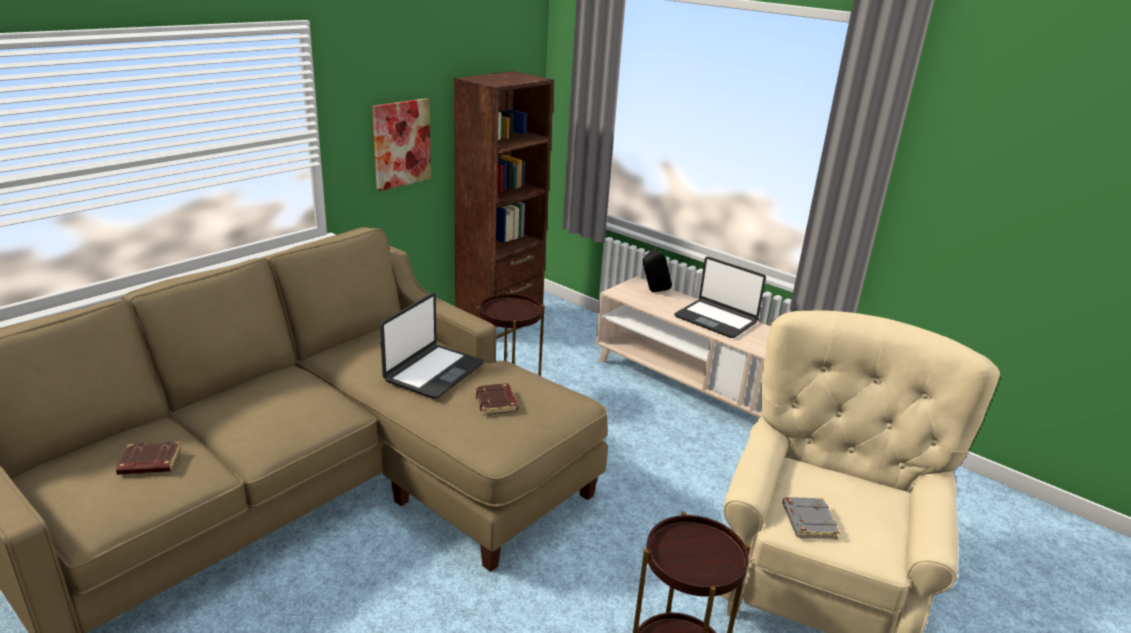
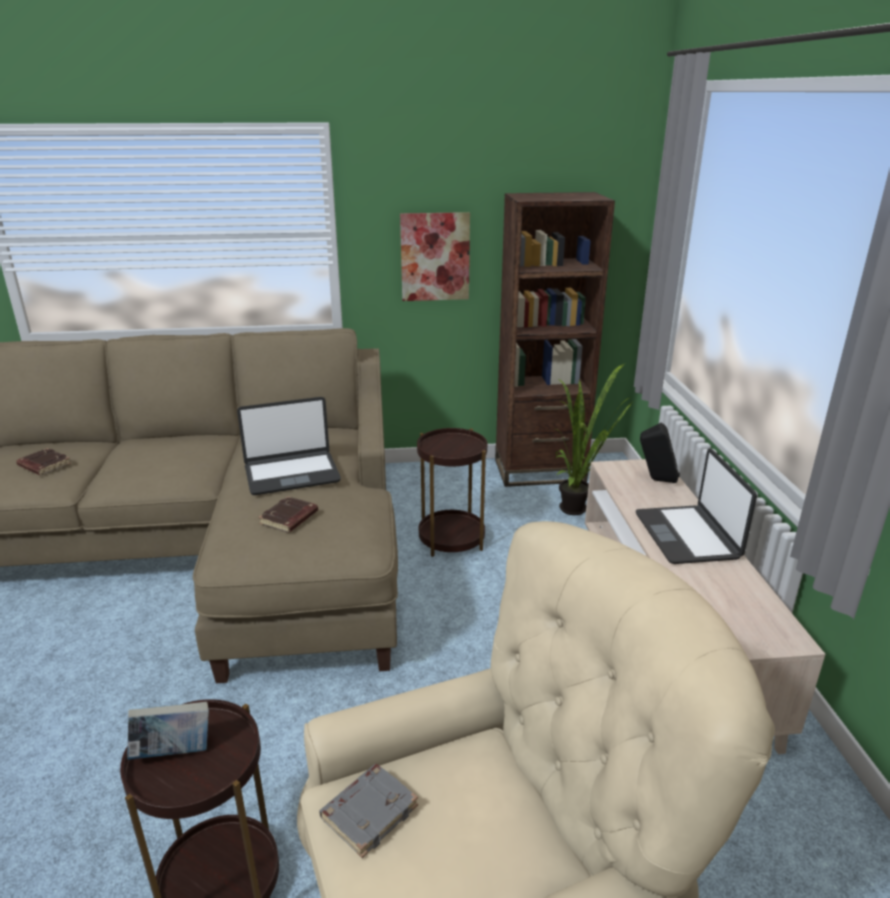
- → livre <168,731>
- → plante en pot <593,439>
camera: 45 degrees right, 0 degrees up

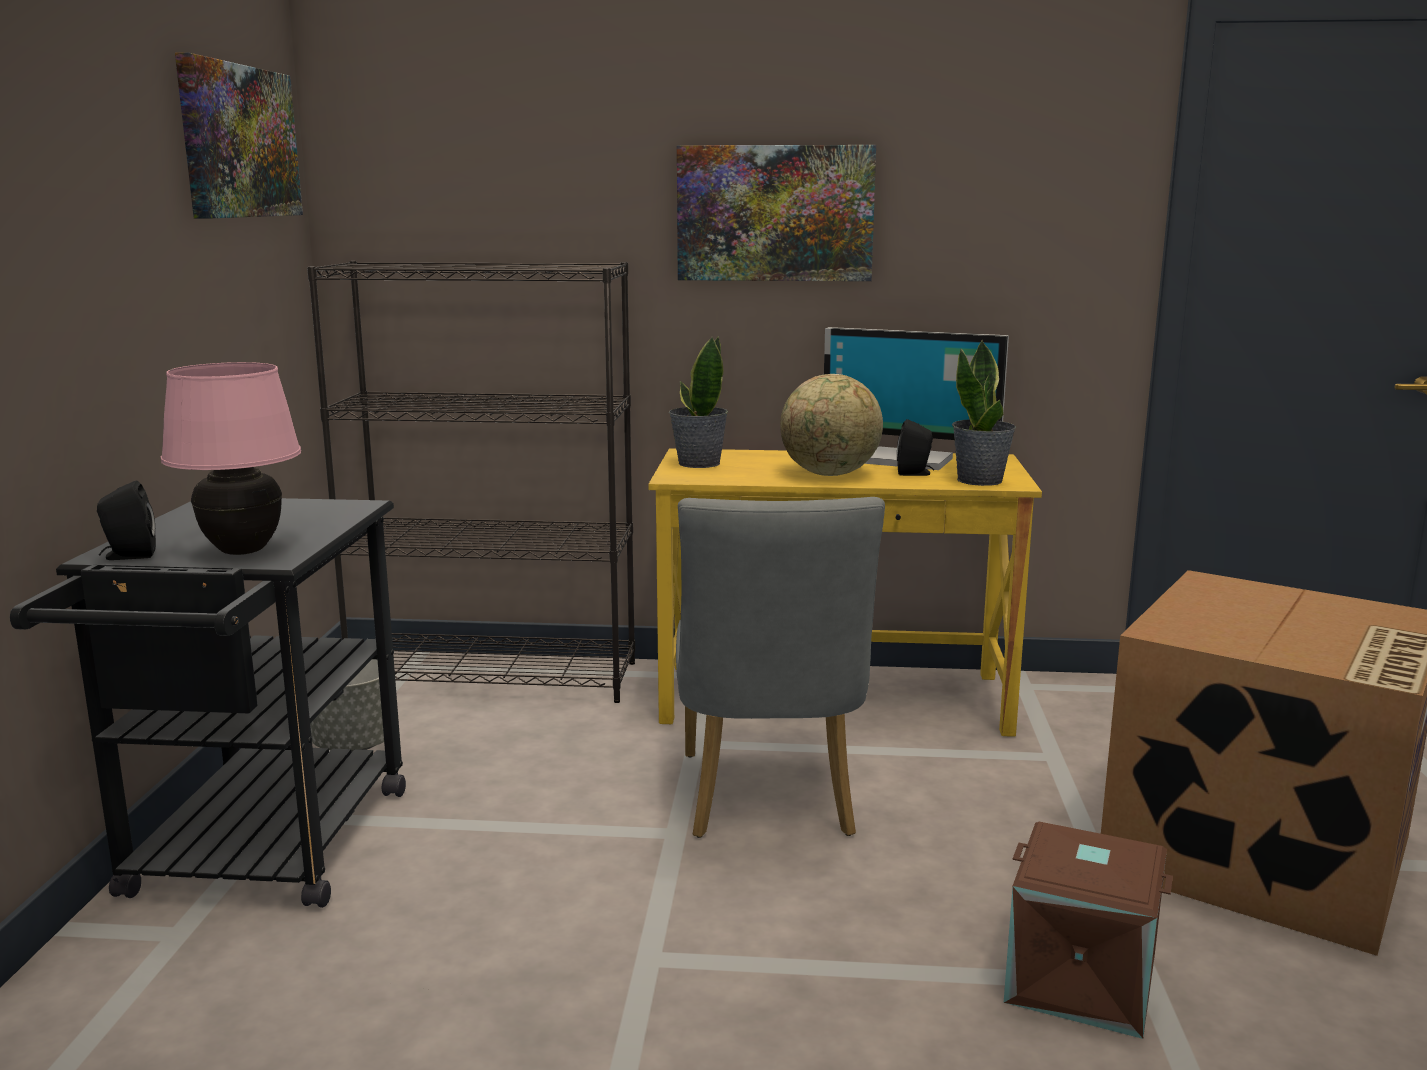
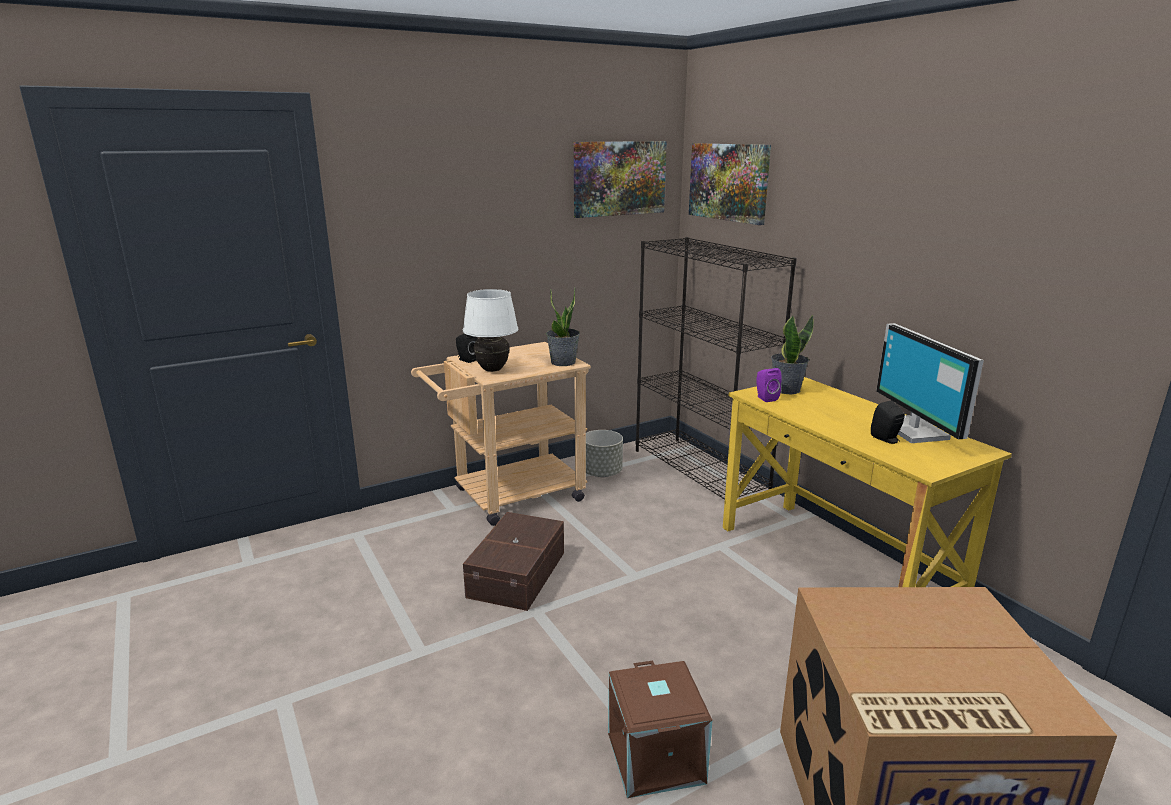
chariot [noir] <208,703> → chariot [beige] <501,434>
lampe de table [rose] <231,458> → lampe de table [blanc] <490,330>
chaise [gris] <780,667> → -
tableau <776,213> → tableau <730,184>, shifted
globe <831,425> → -
plante en pot <984,412> → plante en pot <563,326>, shifted
- → boîte de rangement [marron] <513,561>
- → enceinte [violet] <769,385>
camera: 55 degrees right, 5 degrees up

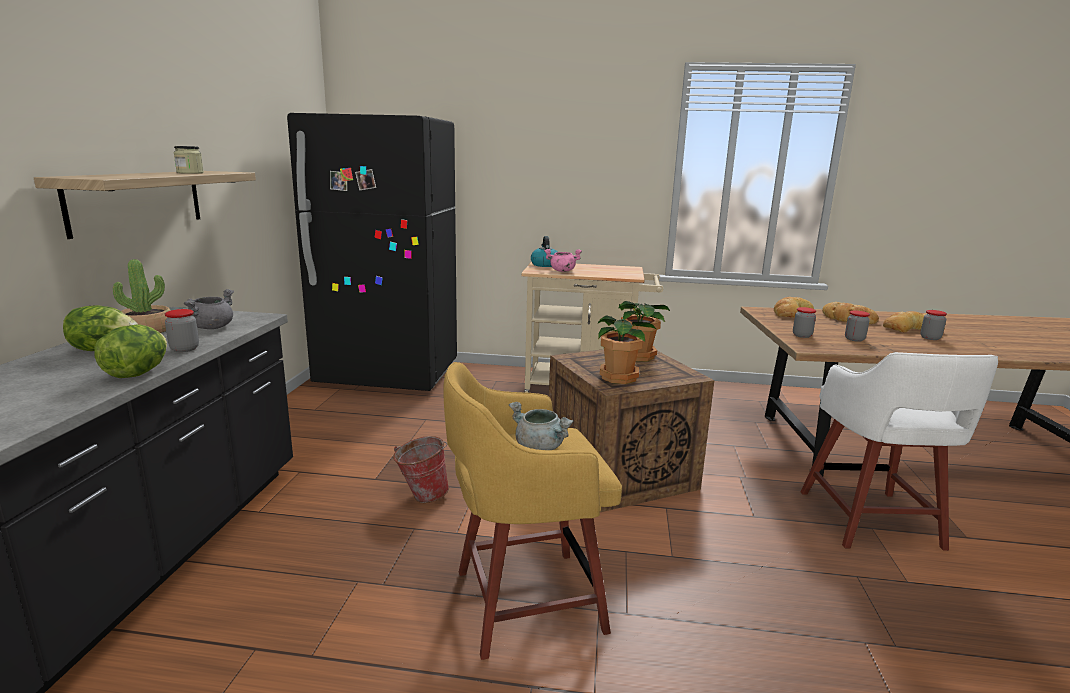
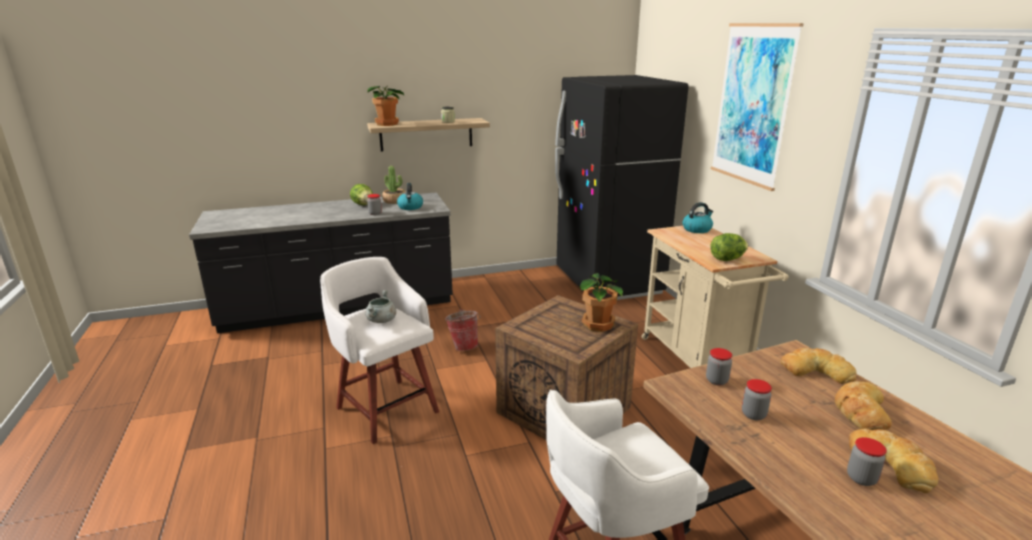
laitue <130,351> → laitue <729,247>, shifted
marmite [gris] <208,309> → bouilloire <410,196>
tabouret [jaune] <532,511> → tabouret [blanc] <379,350>
marmite [rose] <563,260> → -
plante en pot <627,349> → plante en pot <385,106>, shifted
- → tableau <757,107>
camera: 65 degrees right, 5 degrees up

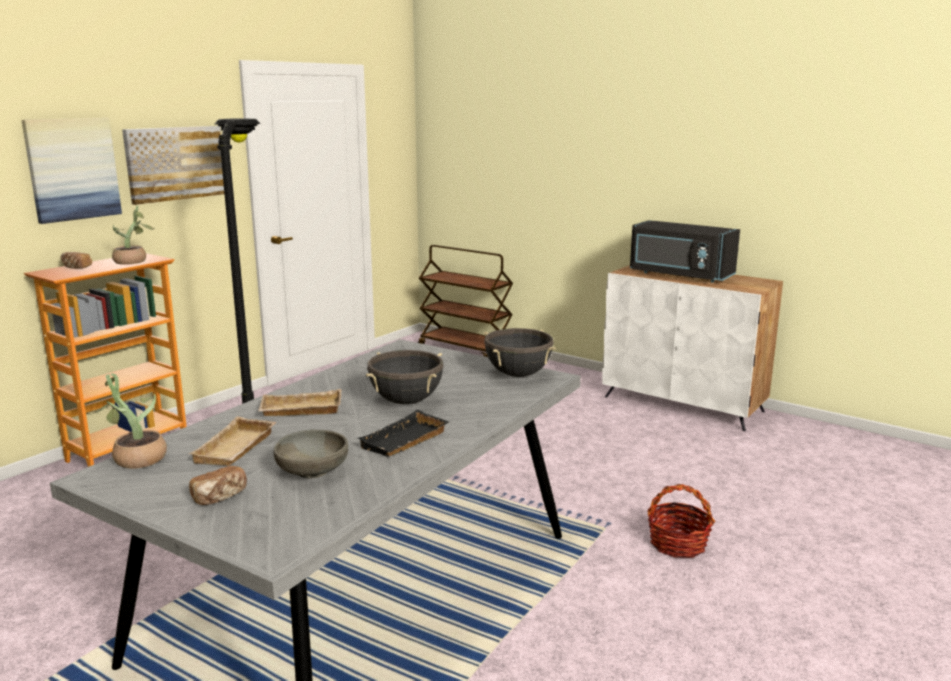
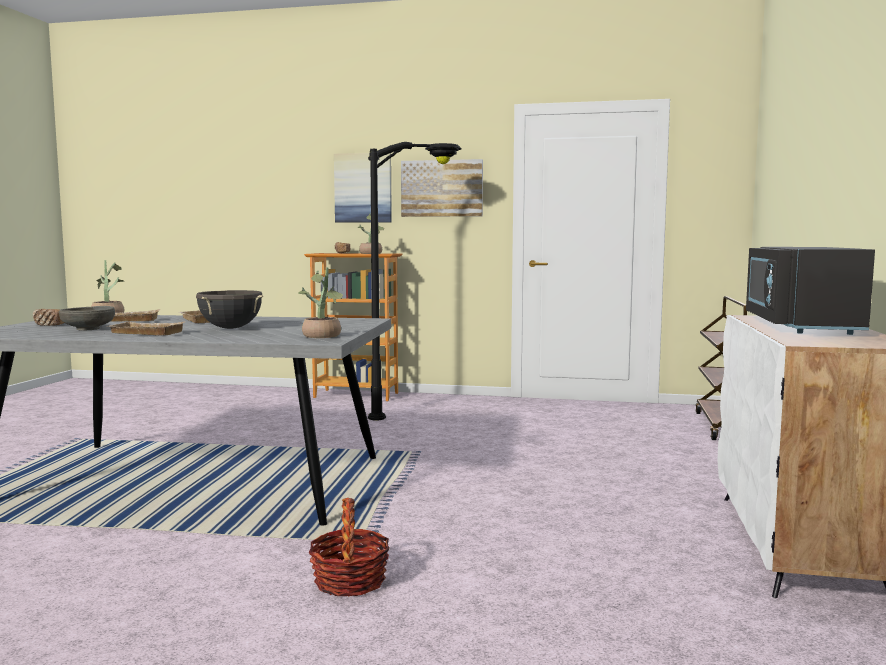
plateau [noir] <403,433> → plateau [beige] <146,328>
marmite [noir] <520,352> → plante en pot <320,302>
camera: 65 degrees right, 10 degrees down

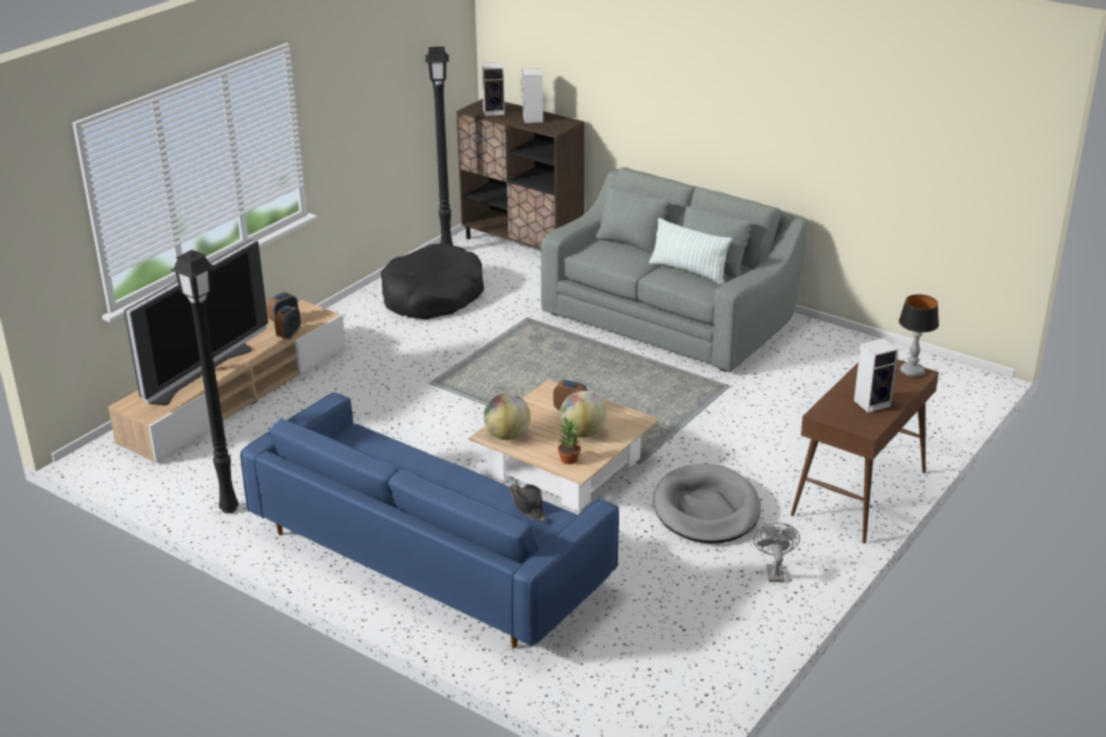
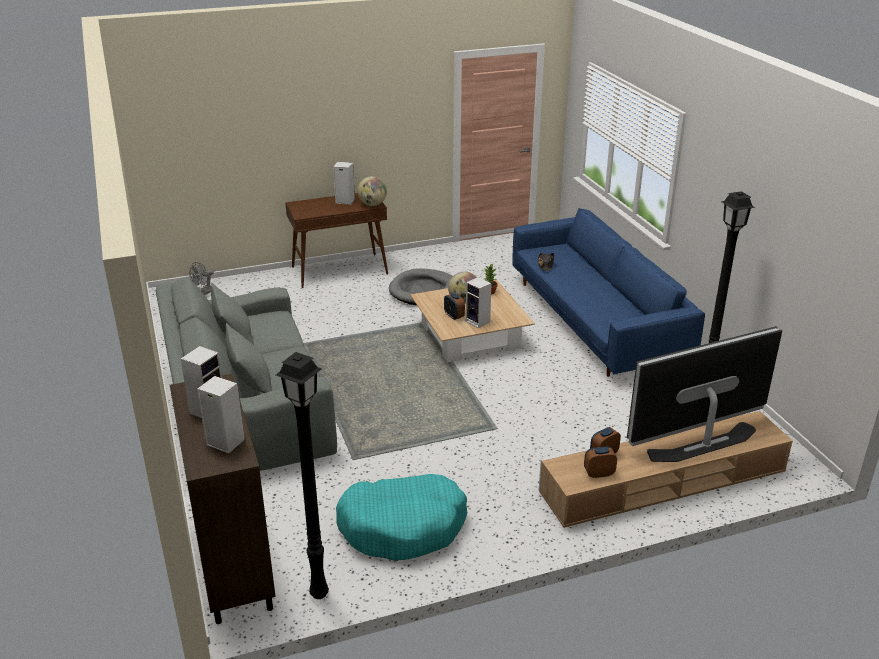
panier pour chien [noir] <432,281> → panier pour chien [turquoise] <402,517>
globe <507,416> → globe <372,191>, shifted
coussin <690,251> → -
ventilateur [gris] <776,552> → ventilateur [gris] <201,278>, shifted
lampe de table <919,335> → -
- → enceinte <478,302>
camera: 145 degrees left, 0 degrees up

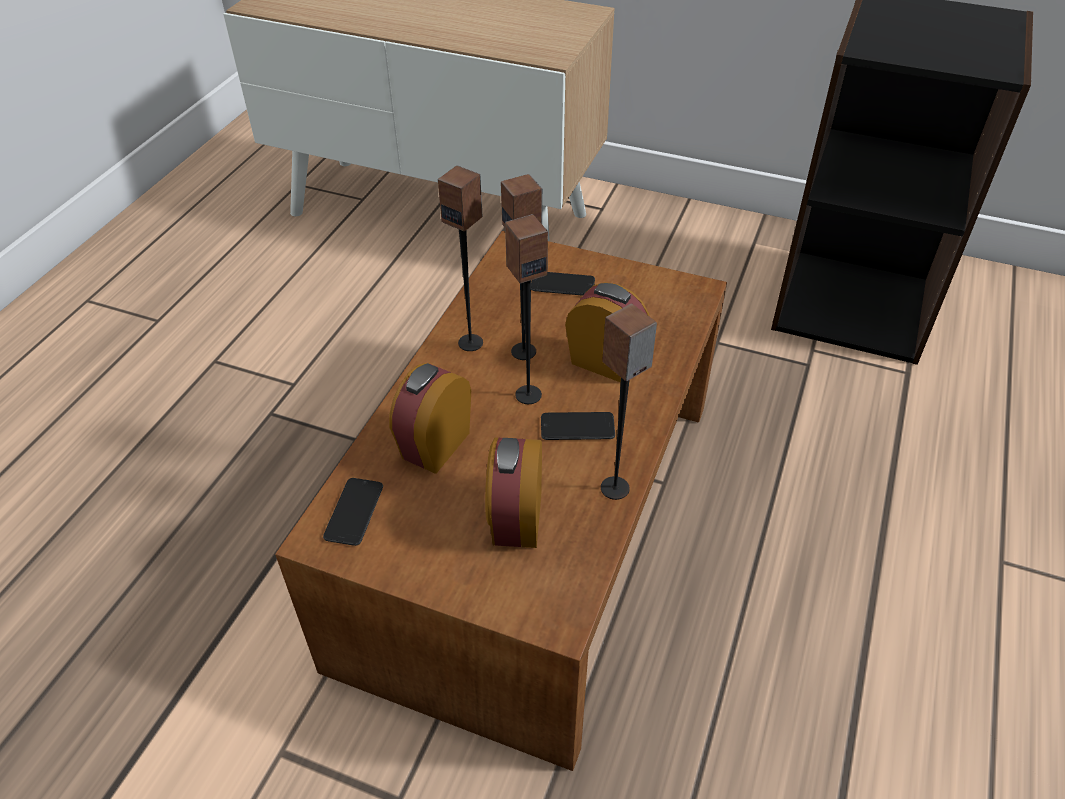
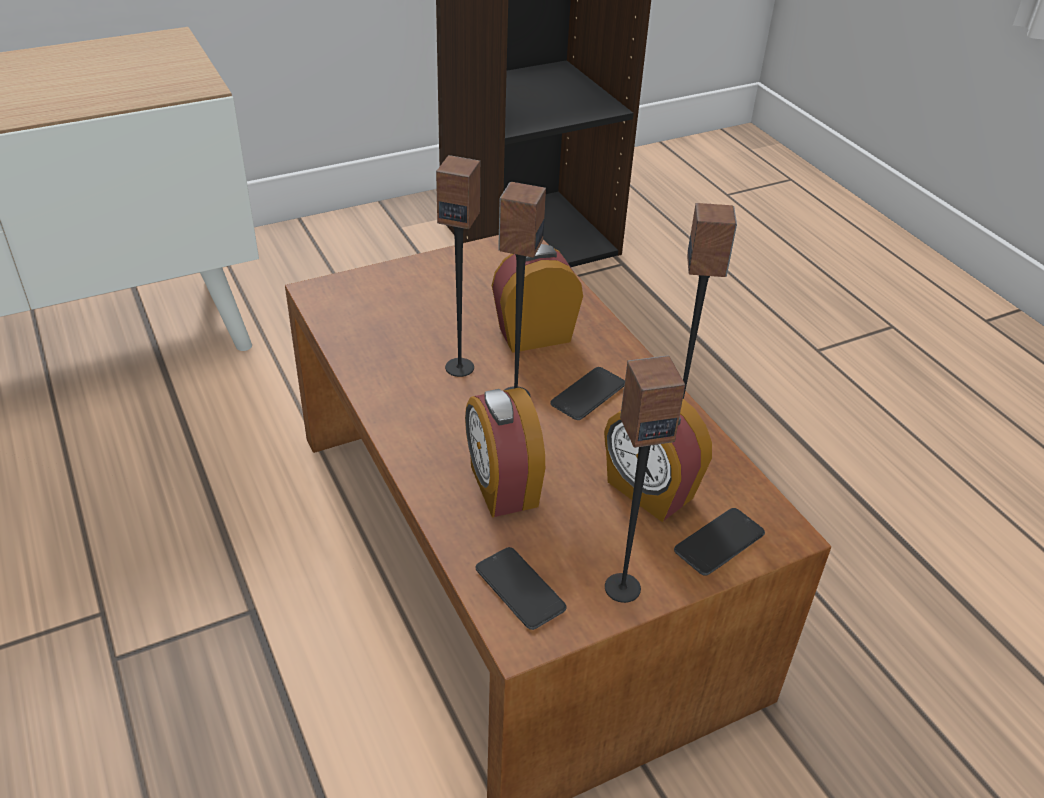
enceinte <460,258> → enceinte <645,479>, shifted
téléphone <563,284> → téléphone <719,542>, shifted
camera: 50 degrees left, 5 degrees down

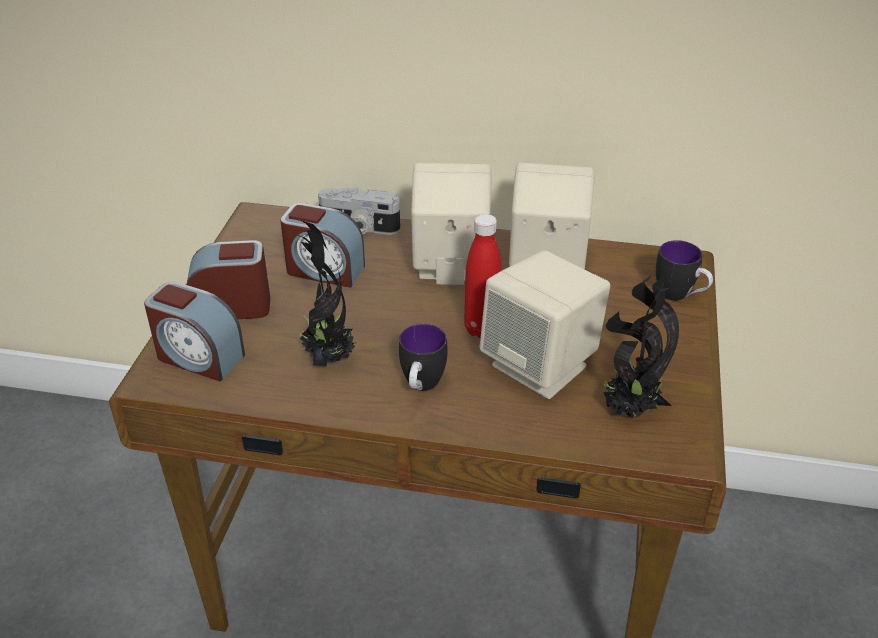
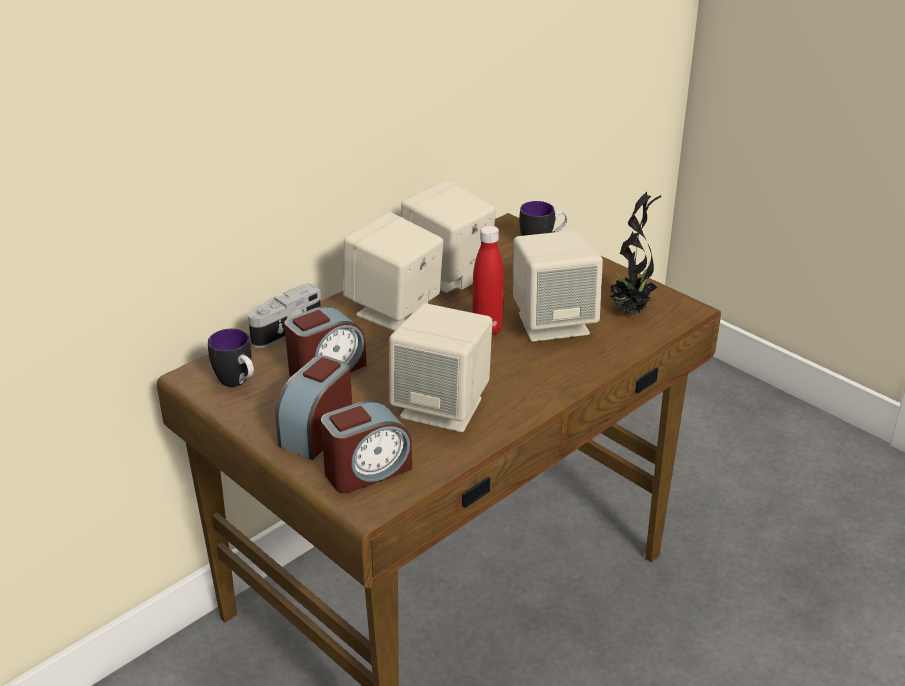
plante en pot <324,293> → enceinte [beige] <441,367>
mug <423,357> → mug <231,358>, shifted
camera: 55 degrees left, 5 degrees down

